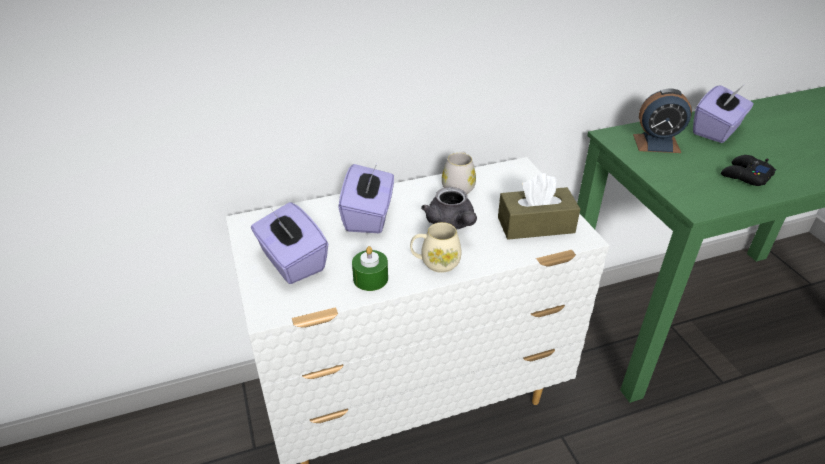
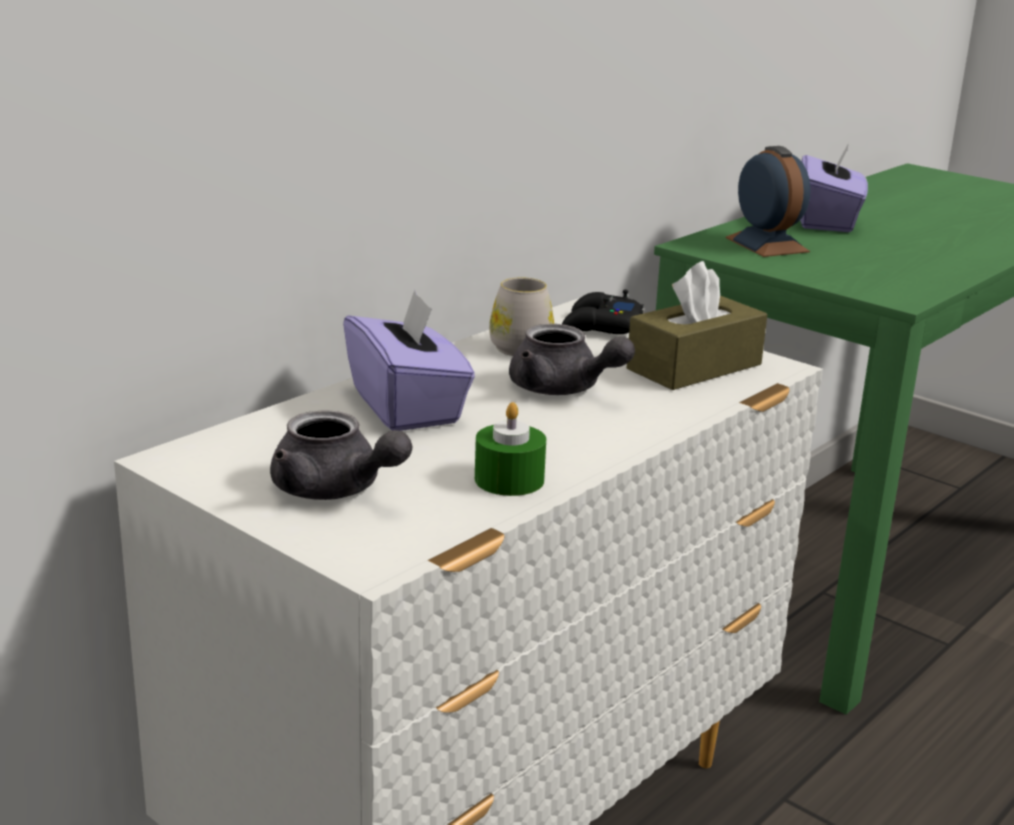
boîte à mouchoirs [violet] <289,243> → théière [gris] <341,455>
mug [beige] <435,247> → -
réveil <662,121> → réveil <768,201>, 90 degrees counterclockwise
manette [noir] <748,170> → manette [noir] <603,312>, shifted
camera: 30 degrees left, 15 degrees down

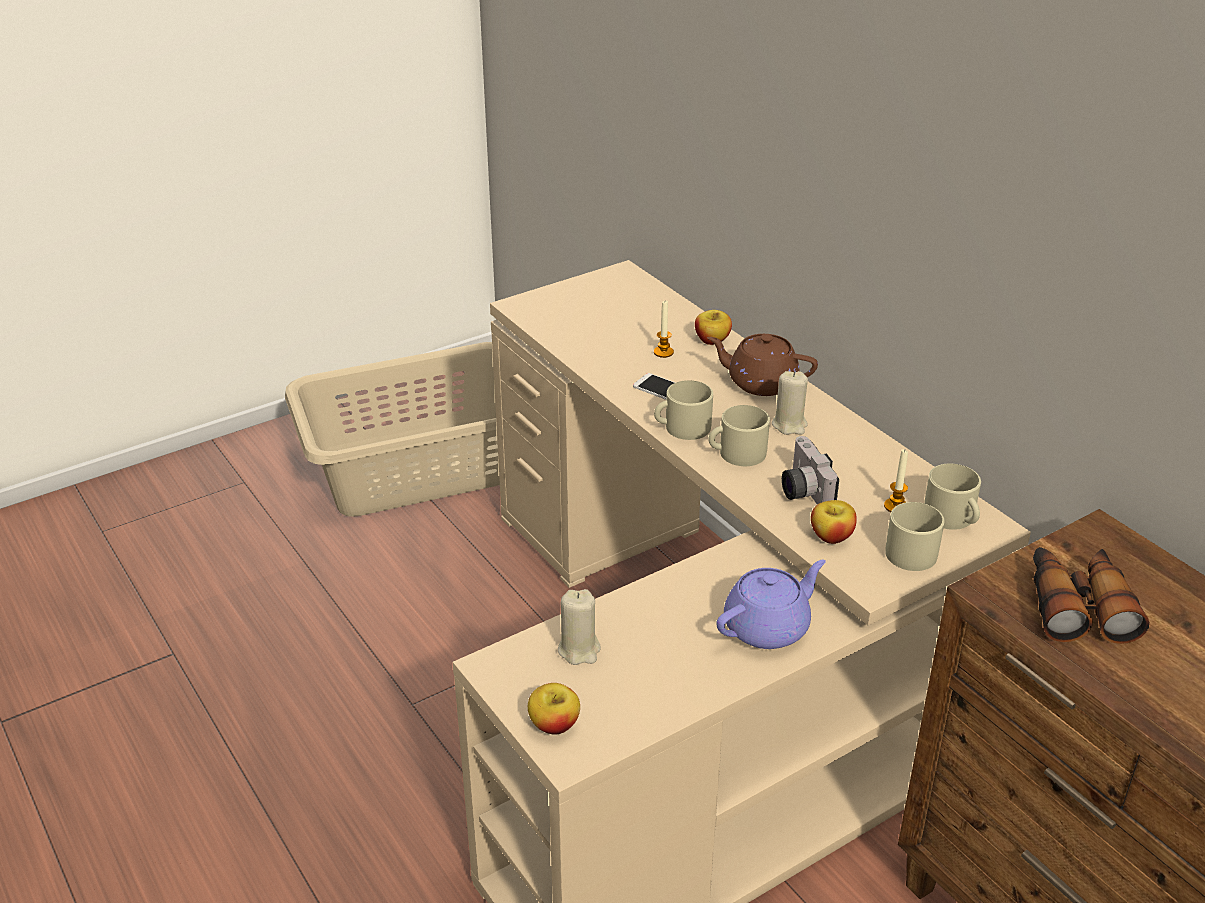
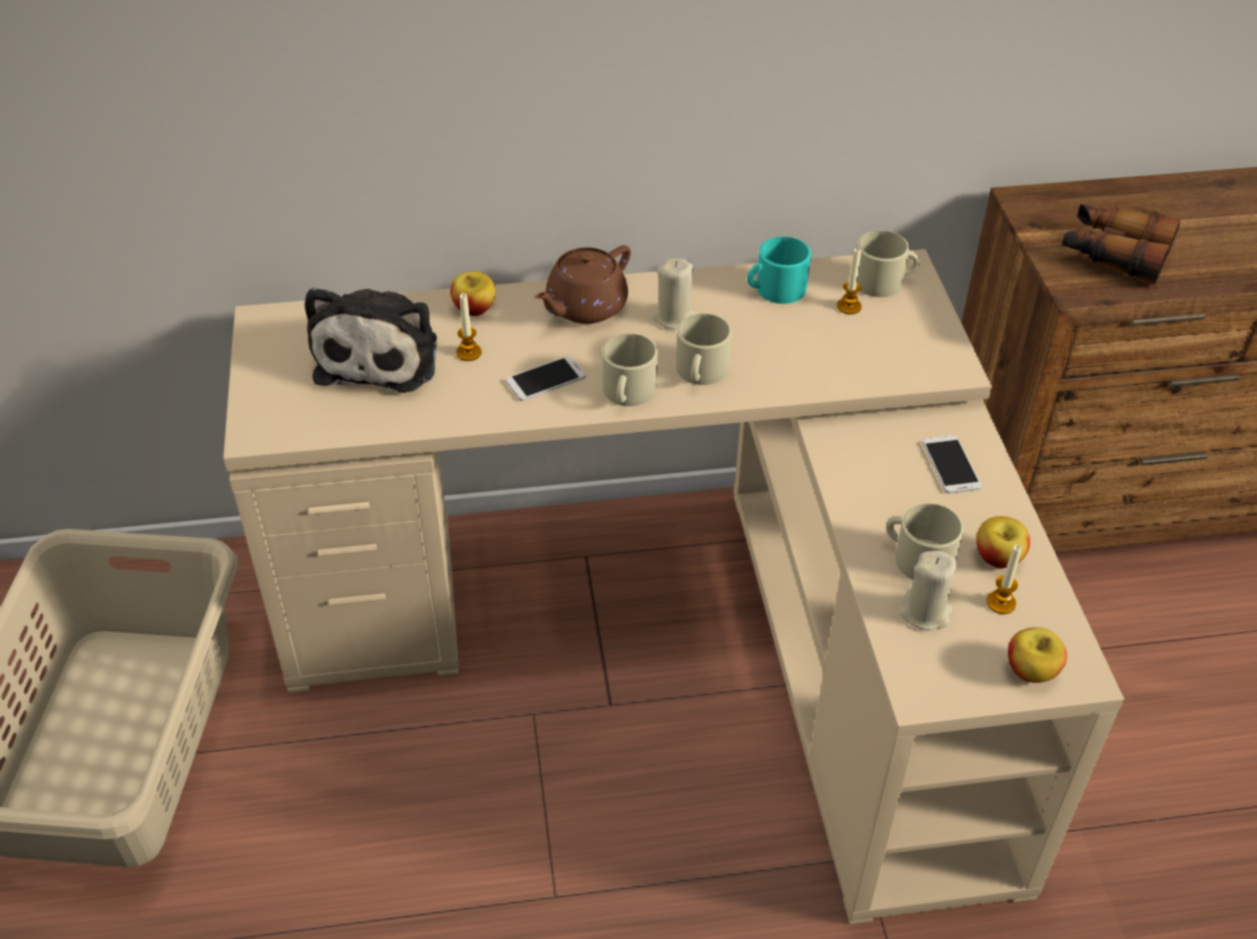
théière [violet] <771,604> → téléphone <951,464>
appareil photo <810,470> → -
pomme <834,522> → pomme <1003,542>, shifted
mug [beige] <914,536> → mug [beige] <925,541>, shifted
- → peluche <371,340>
- → mug [turquoise] <779,270>
- → bougie <1004,579>
camera: 65 degrees left, 10 degrees up

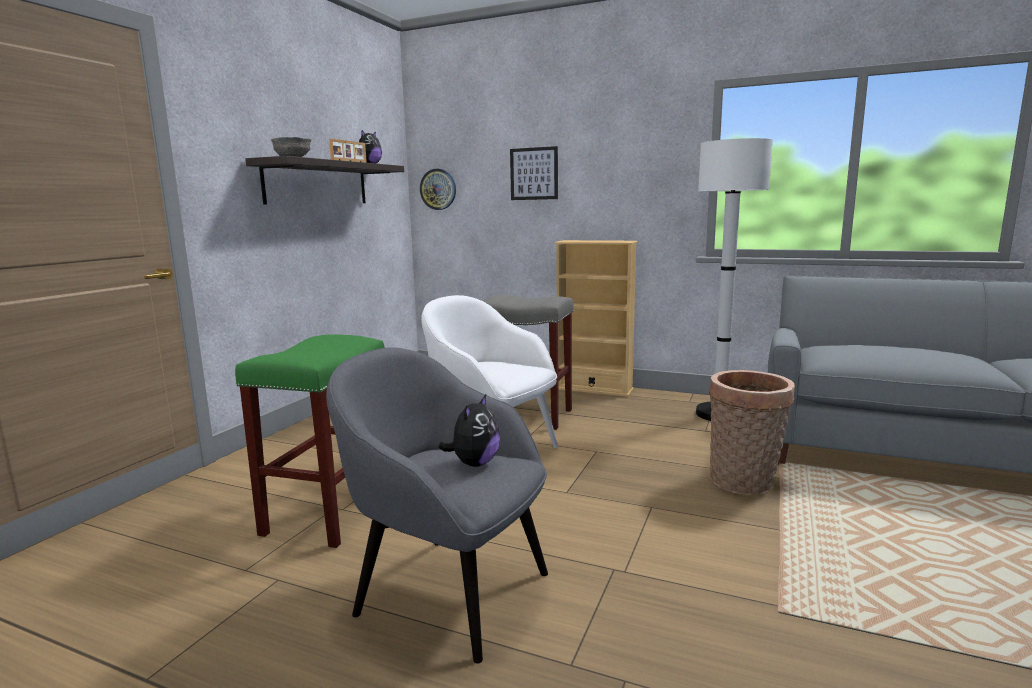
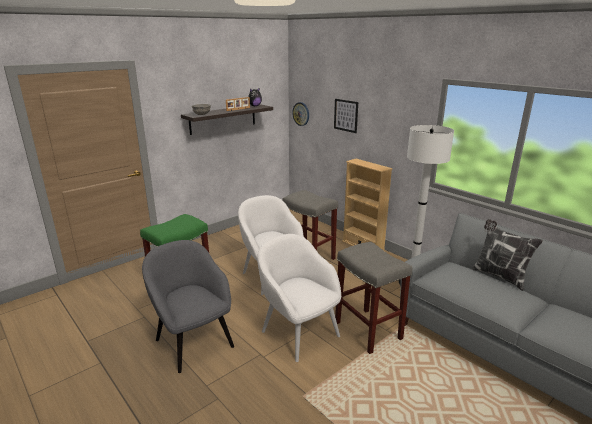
peluche <469,431> → -
panier <751,432> → tabouret [gris] <373,298>
- → fauteuil [blanc] <299,298>
- → coussin <507,255>
camera: 25 degrees right, 10 degrees up

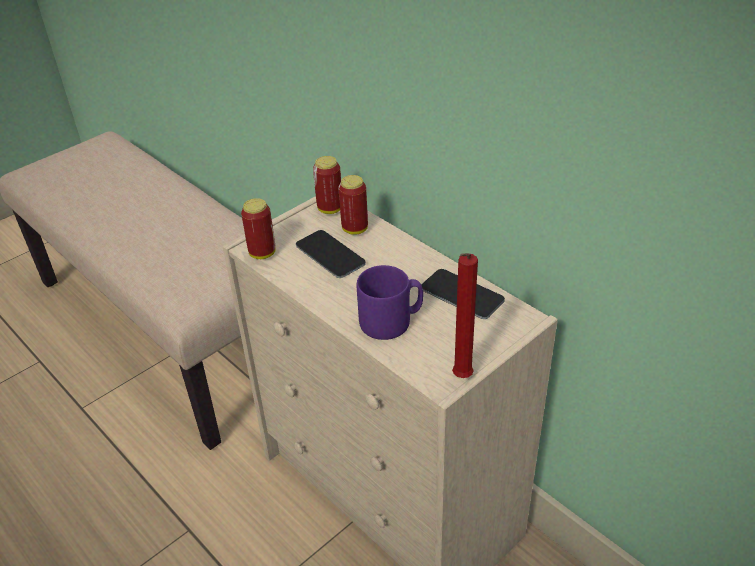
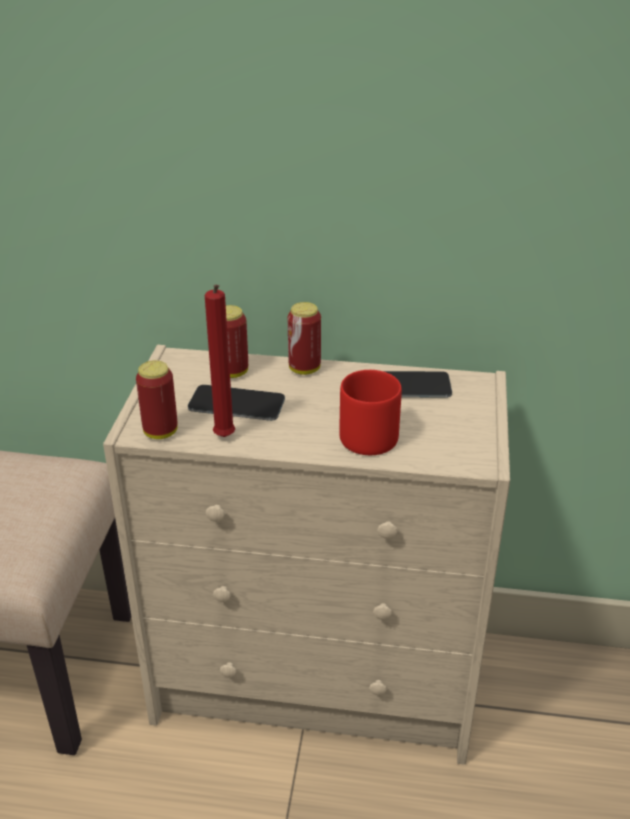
boîte métallique <327,185> → boîte métallique <304,338>, shifted
mug [violet] <390,302> → mug [rouge] <370,412>
bougie [rouge] <465,315> → bougie [rouge] <220,360>, shifted
camera: 40 degrees left, 5 degrees down

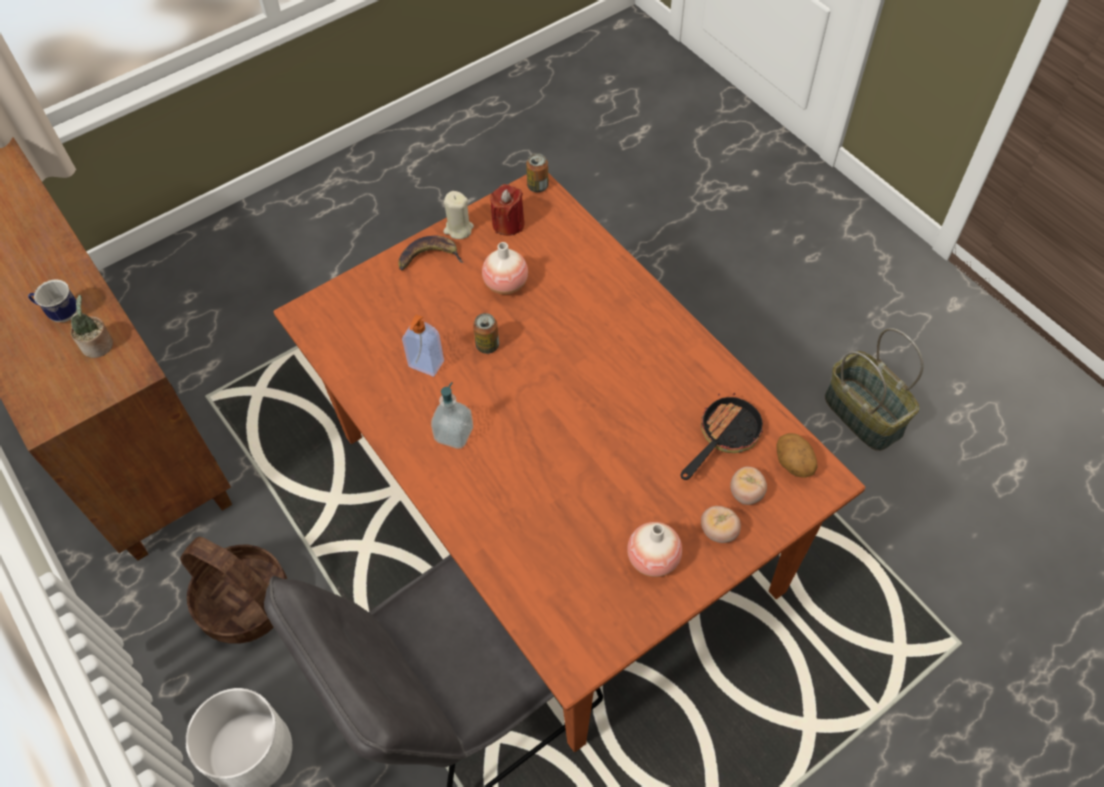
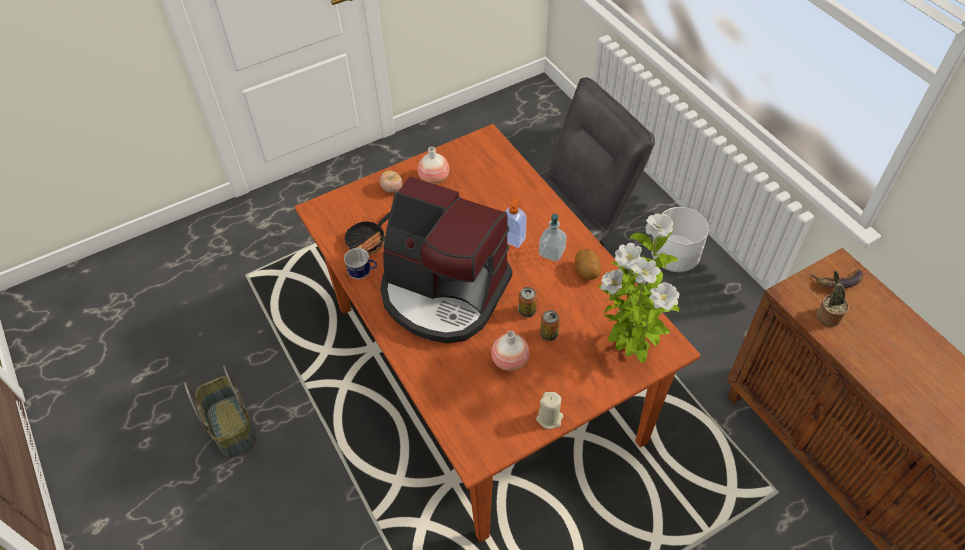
mug <52,301> → mug <360,263>, shifted
panier <233,590> → -
banane <430,253> → banane <837,278>, shifted
distributeur de savon <423,345> → distributeur de savon <516,223>, shifted
bougie [rouge] <507,210> → -
boîte métallique <537,172> → boîte métallique <550,325>, shifted
tomate <748,486> → -
pomme de terre <796,455> → pomme de terre <588,264>, shifted
- → machine à café <446,259>
- → plante en pot <639,288>
camera: 175 degrees left, 5 degrees down

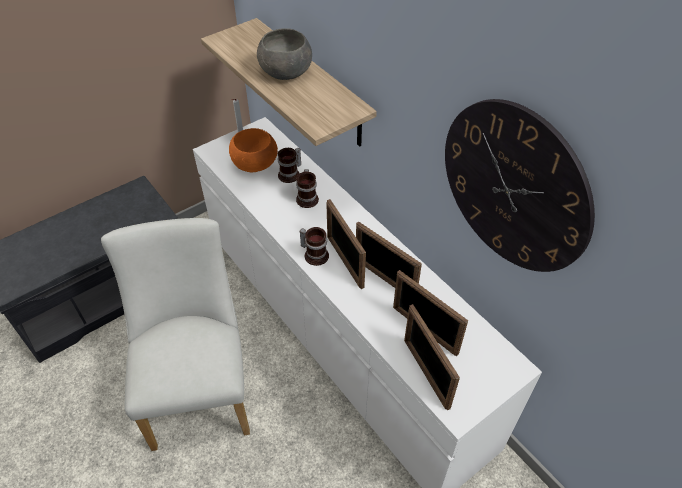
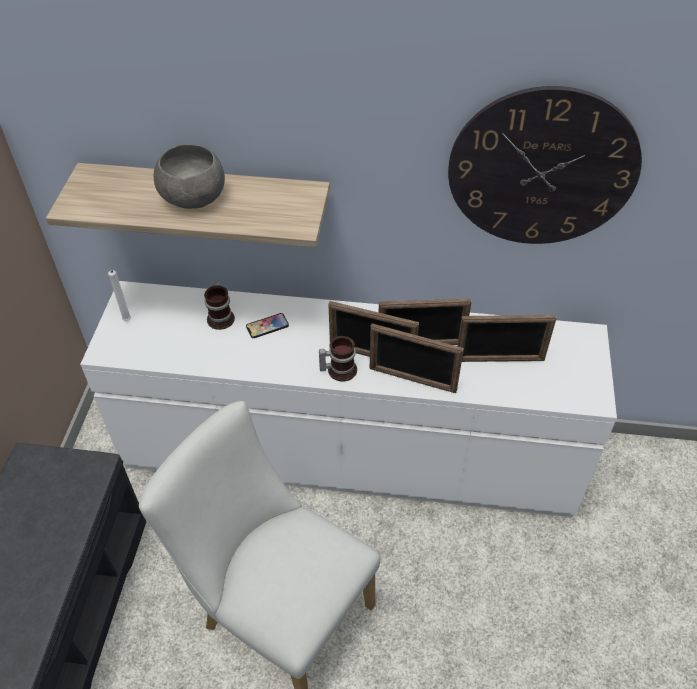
bol [orange] <253,150> → -
mug <307,188> → téléphone <267,325>
cadre photo <432,357> → cadre photo <417,358>, shifted
camera: 45 degrees left, 0 degrees up

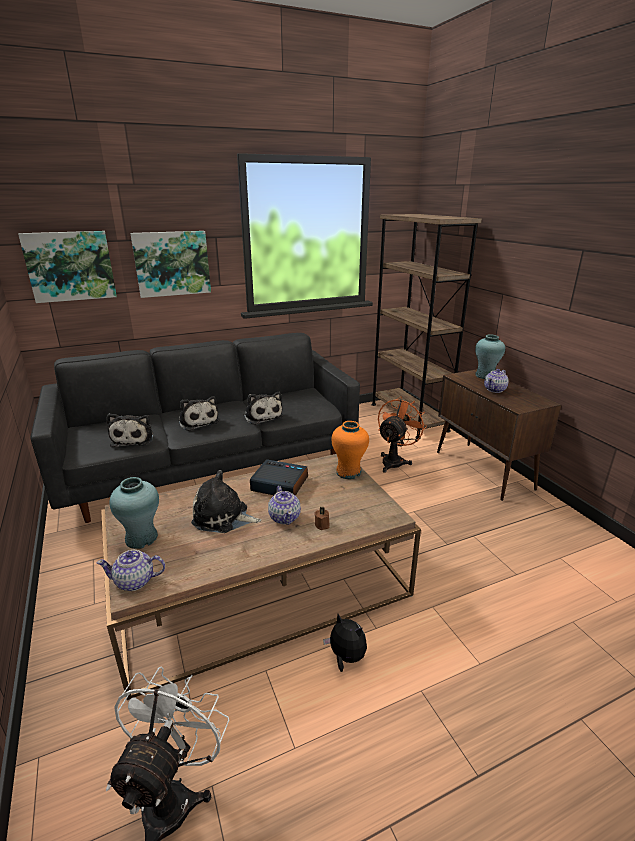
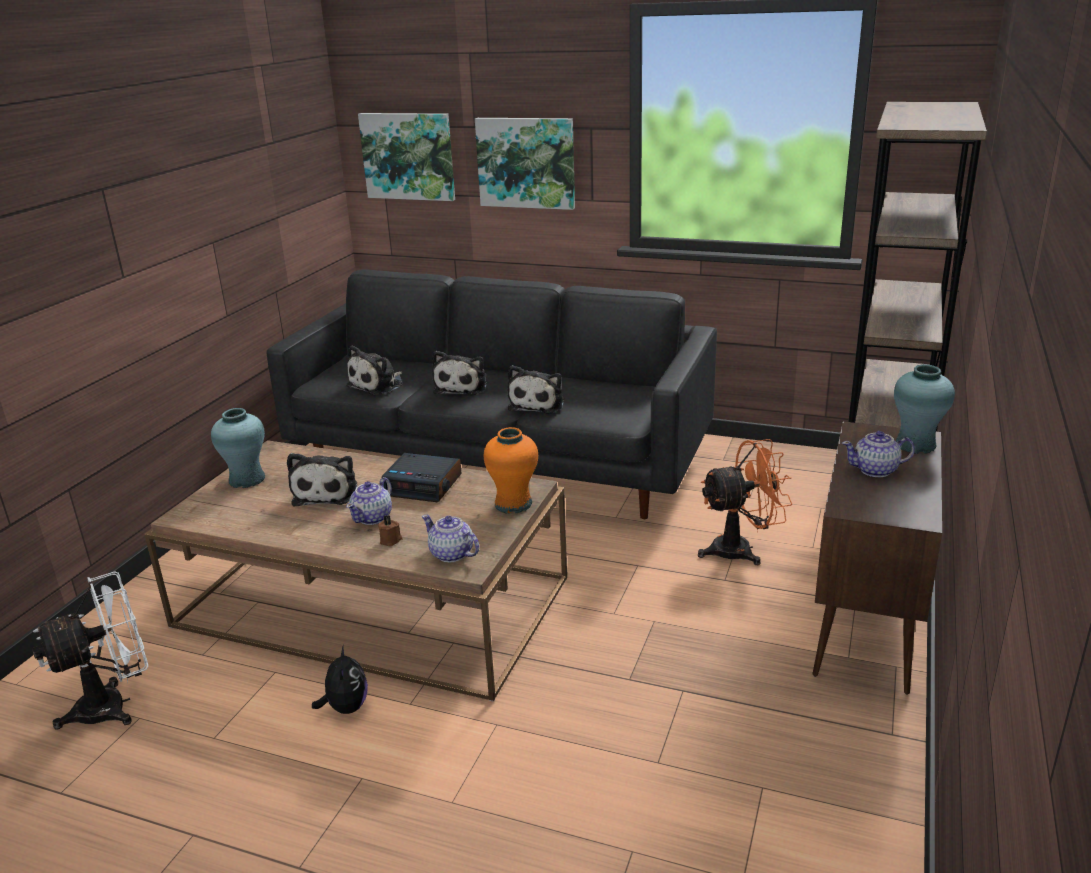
théière <131,570> → théière <450,539>, shifted
peluche <226,501> → peluche <322,479>, 150 degrees counterclockwise
réveil <279,477> → réveil <422,477>, 135 degrees clockwise
camera: 45 degrees right, 0 degrees up

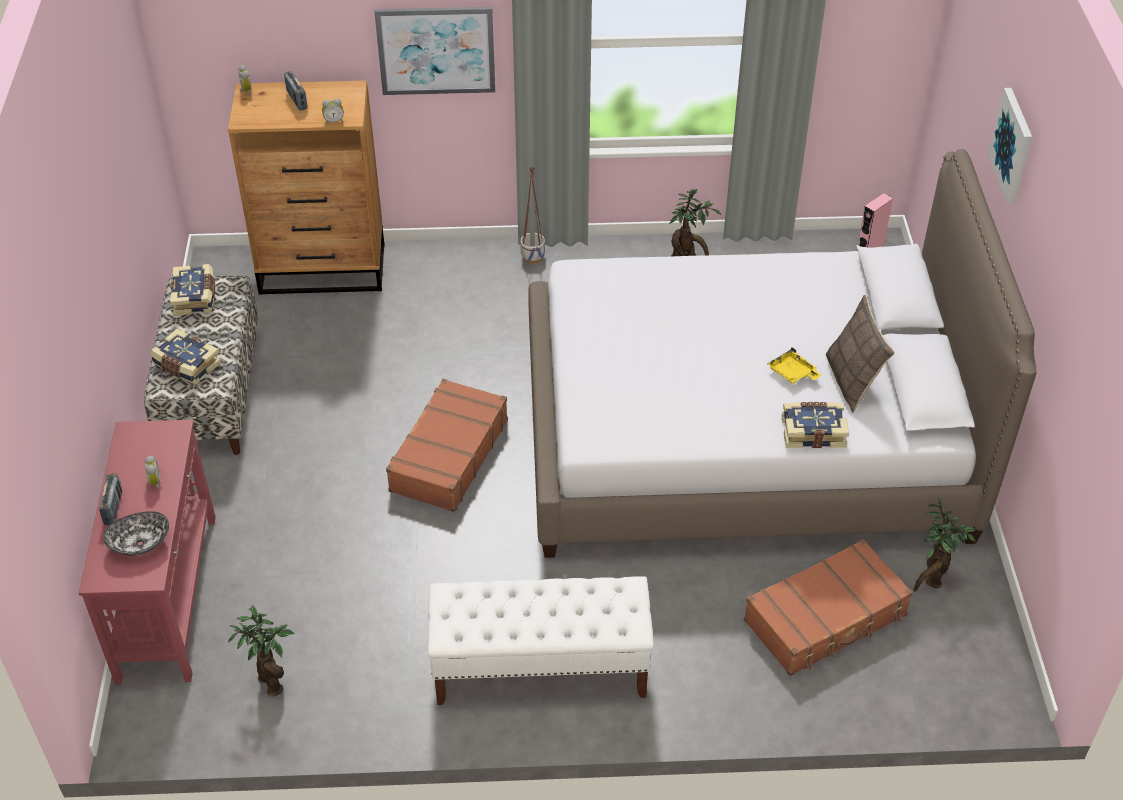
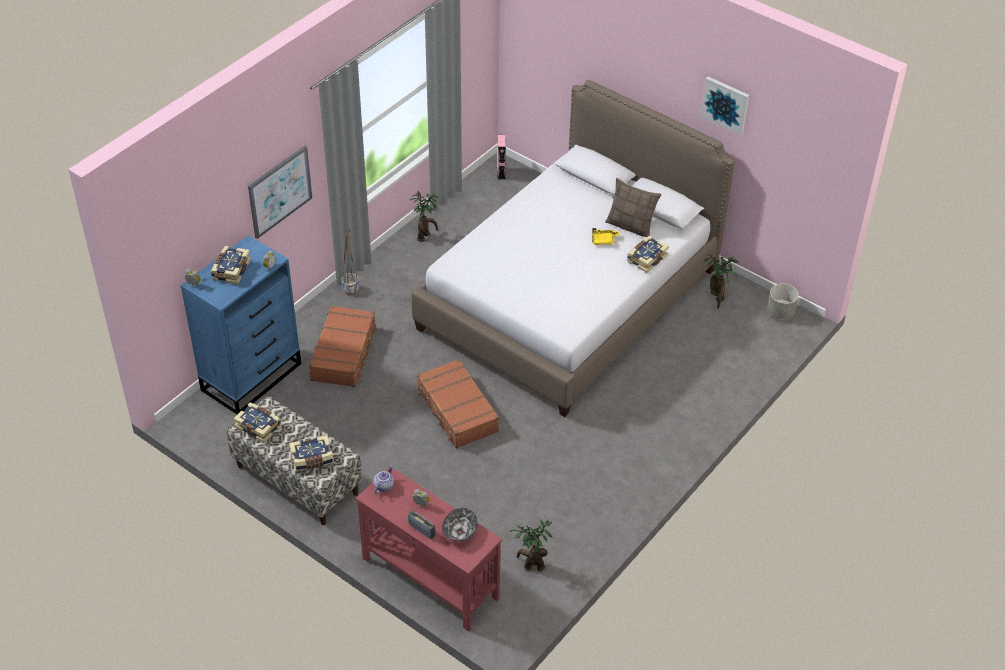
commode [marron] <306,187> → commode [bleu] <240,324>
radio <295,91> → livre <231,265>
banc [blanc] <541,640> → -
valise [marron] <828,607> → valise [marron] <343,346>, shifted
tableau <1010,145> → tableau <725,106>, shifted
- → théière <384,479>
- → cache-pot [gris] <783,301>
camera: 50 degrees left, 0 degrees up

